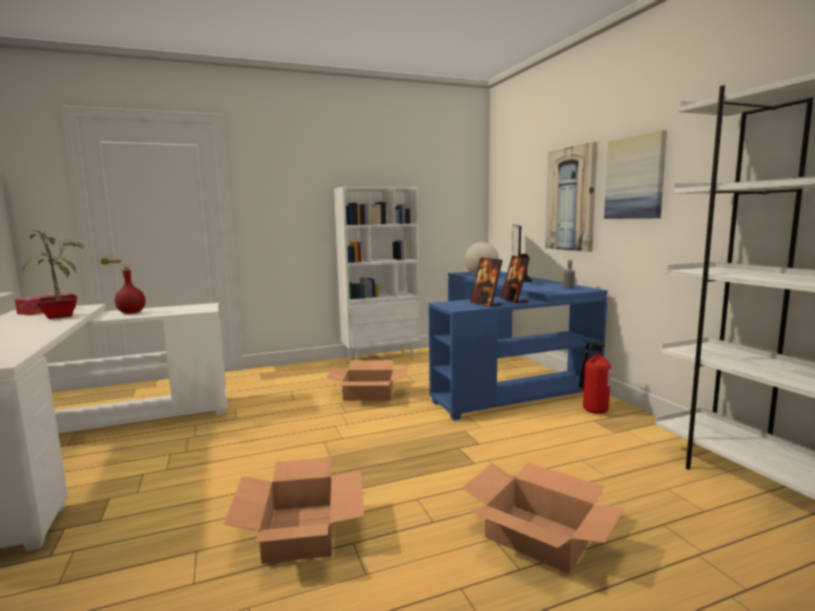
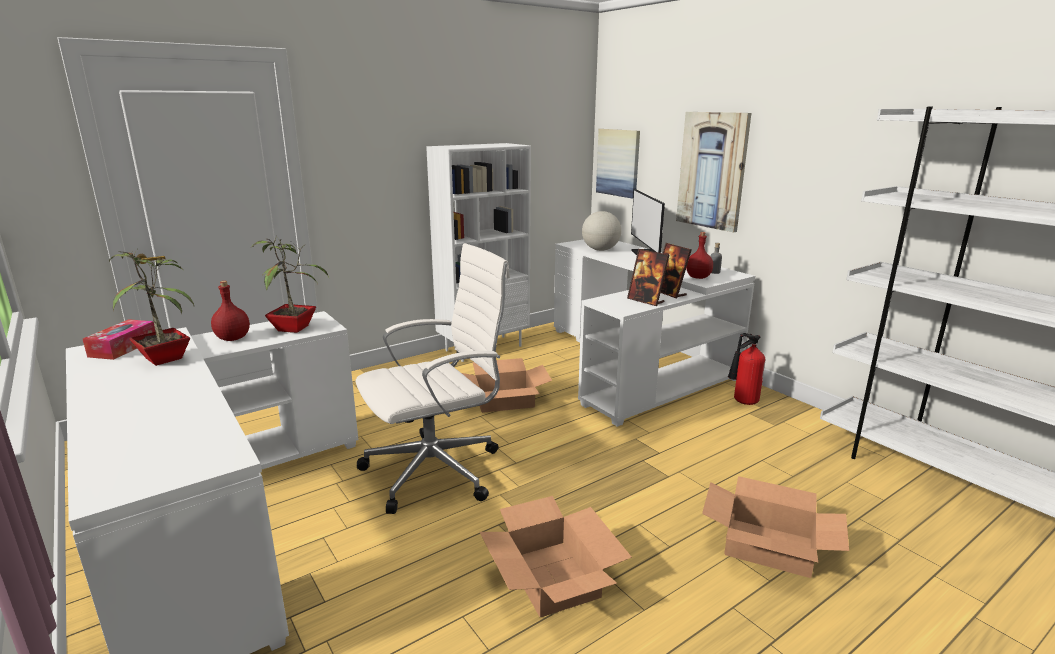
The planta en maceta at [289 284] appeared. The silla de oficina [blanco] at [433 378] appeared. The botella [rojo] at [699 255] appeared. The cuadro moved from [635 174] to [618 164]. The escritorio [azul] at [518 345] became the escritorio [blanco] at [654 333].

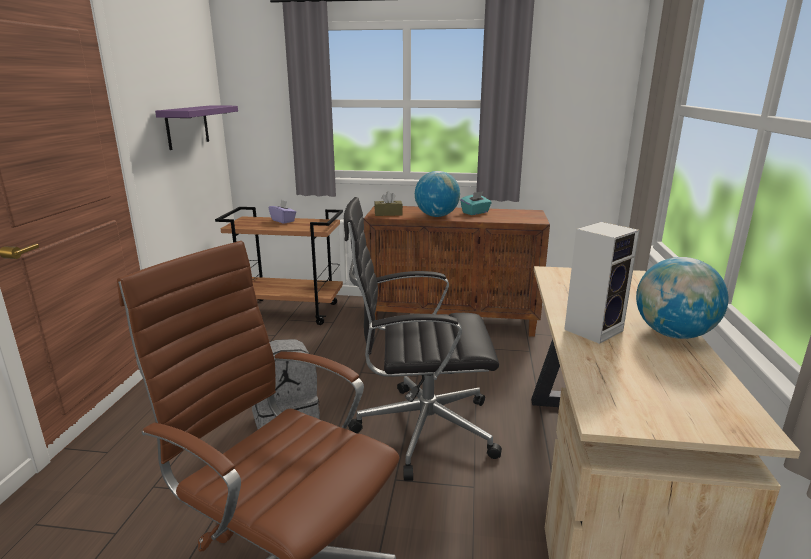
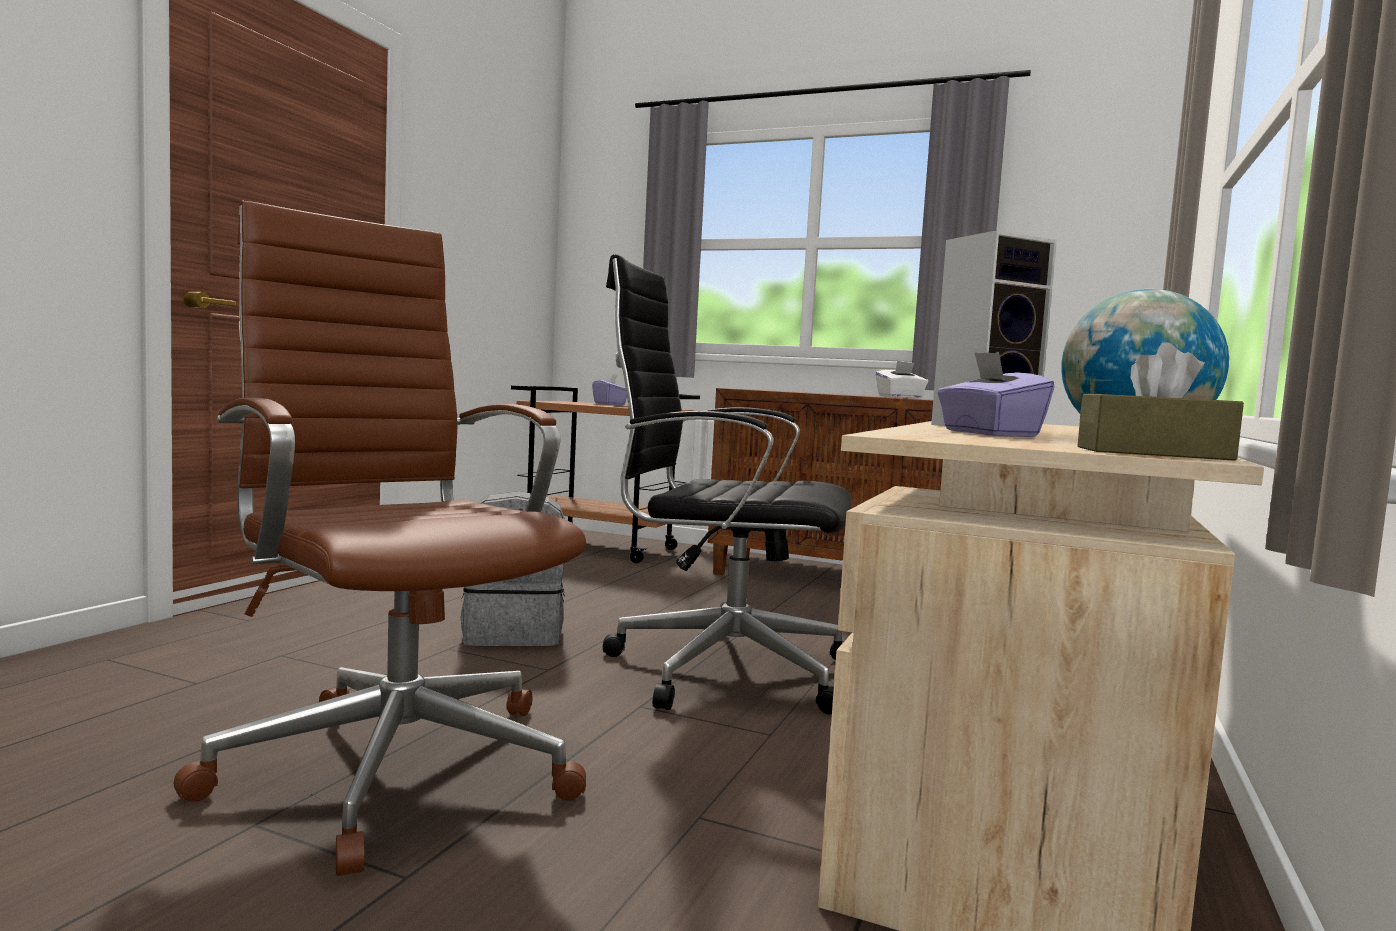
The estante [morado] at [196 127] disappeared. The globo terráqueo at [437 194] disappeared. The caja de pañuelos [morado] at [996 394] appeared. The caja de pañuelos [marrón] moved from [388 203] to [1160 401]. The caja de pañuelos [turquesa] at [476 203] became the caja de pañuelos [blanco] at [902 380].

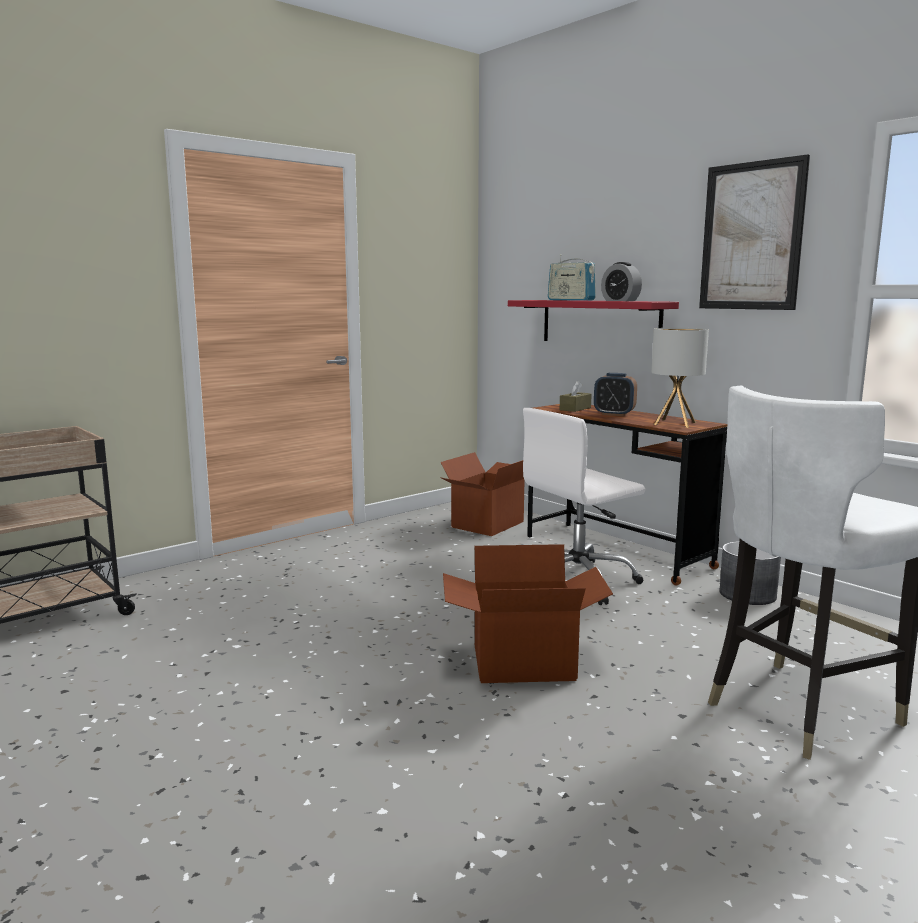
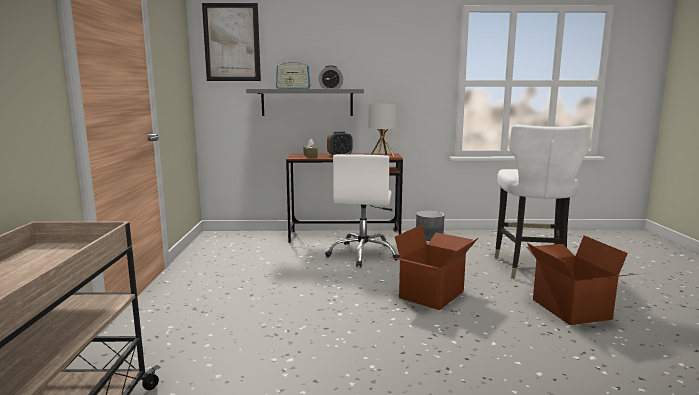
The caja de cartón moved from [482 494] to [580 280]. The cuadro moved from [754 232] to [231 42]. The estante [rojo] at [593 320] became the estante [gris] at [305 102].

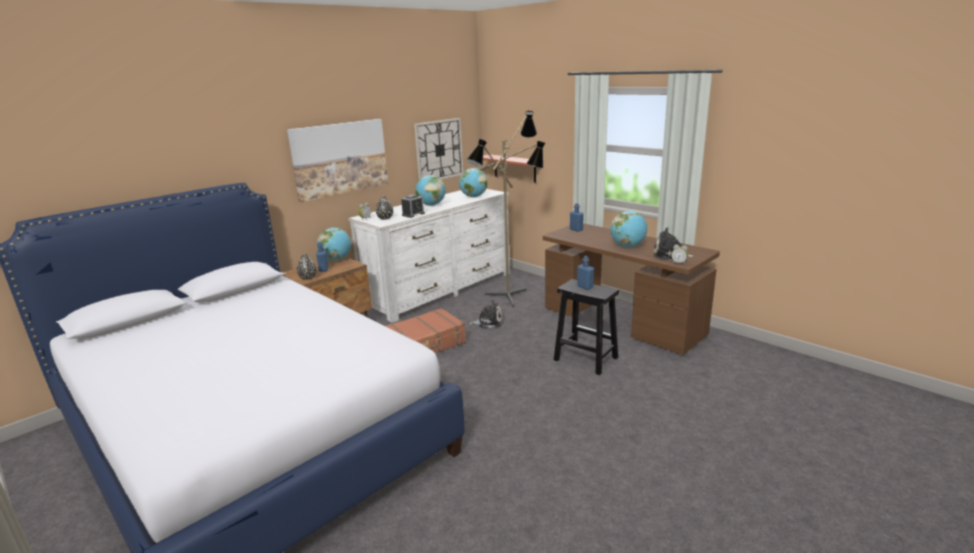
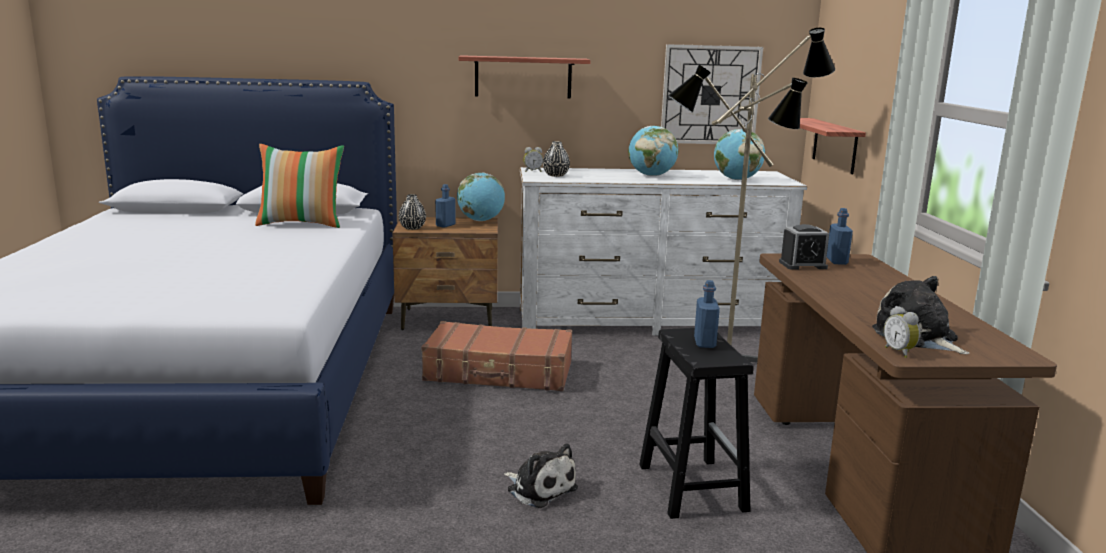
The globo terráqueo at [629 229] disappeared. The cojín at [299 186] appeared. The despertador moved from [413 206] to [804 246]. The peluche moved from [485 314] to [541 476]. The cuadro at [337 160] was replaced by the estante at [525 76].

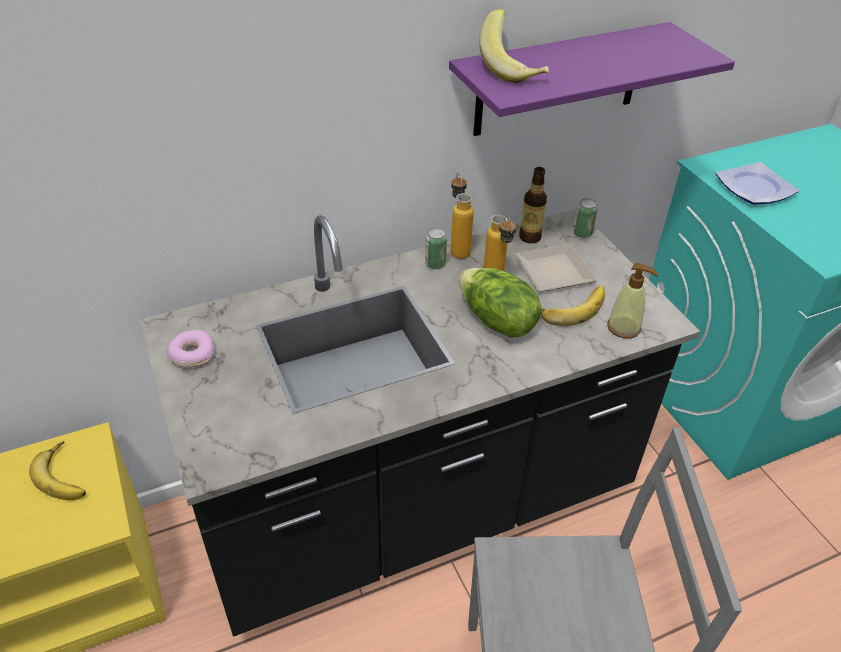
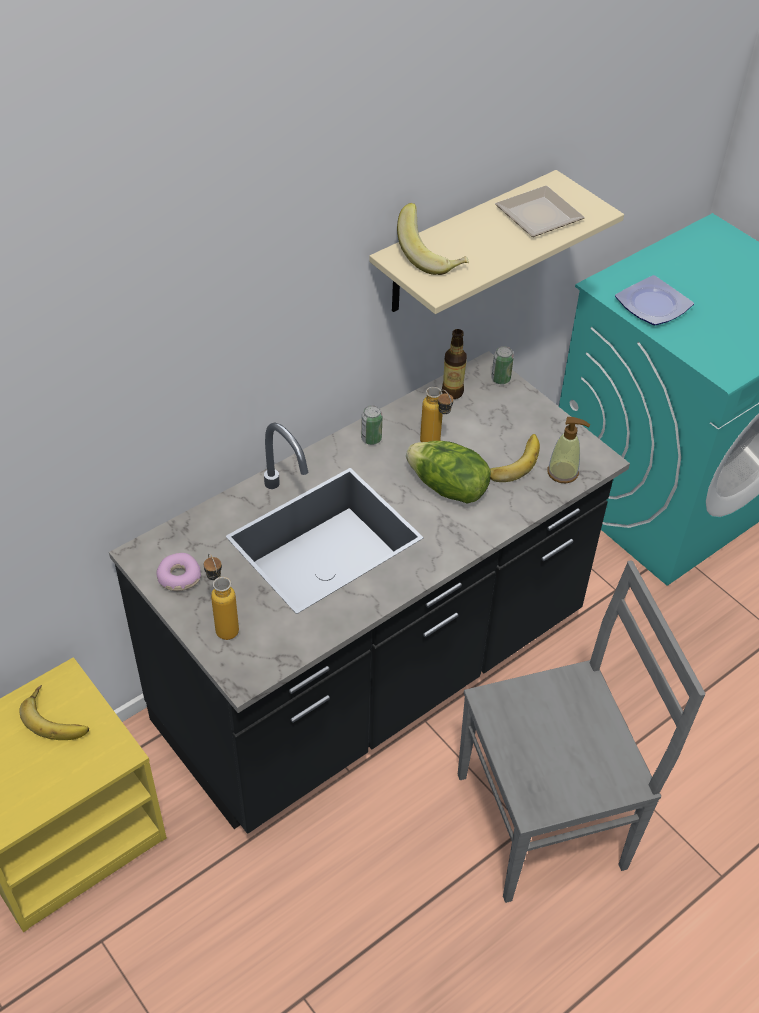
The botella moved from [462 215] to [221 597]. The plato moved from [556 268] to [540 211]. The estante [morado] at [592 79] became the estante [beis] at [496 242].

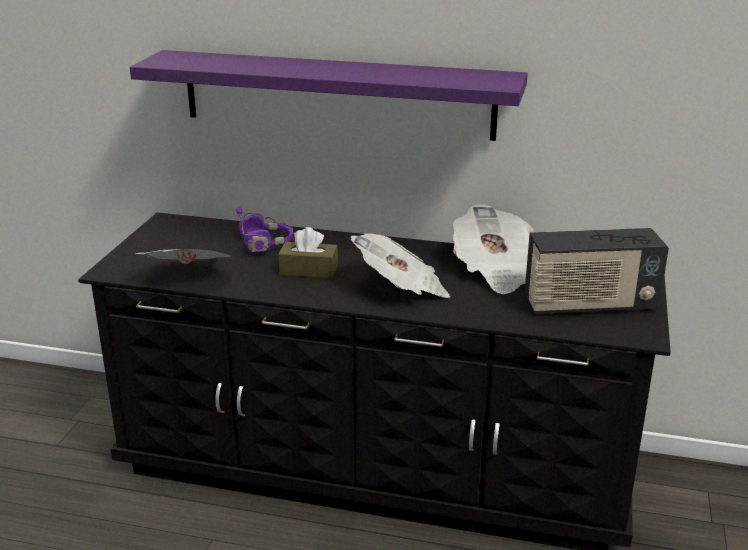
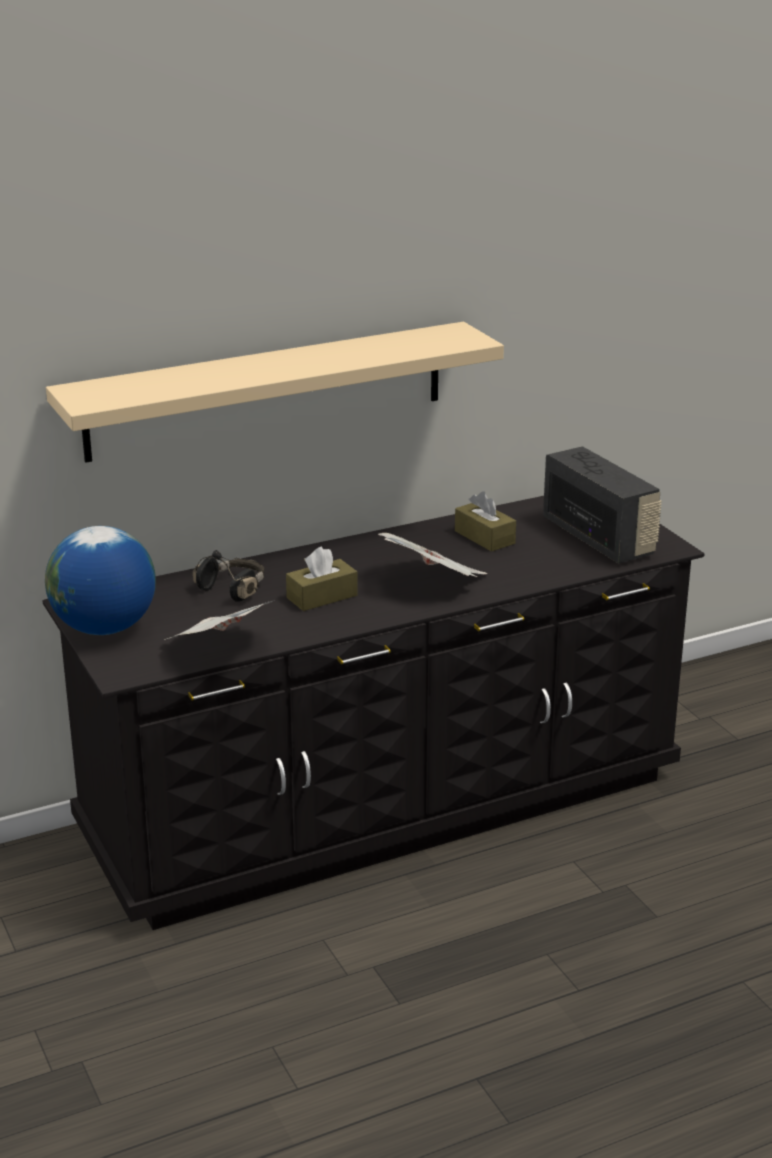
The globo terráqueo at [100 580] appeared. The periódico at [493 249] was replaced by the caja de pañuelos [marrón] at [485 521]. The estante [morado] at [329 95] became the estante [beis] at [275 392]. The auriculares [morado] at [264 230] became the auriculares [negro] at [228 576]. The radio at [597 271] turned 75 degrees counterclockwise.

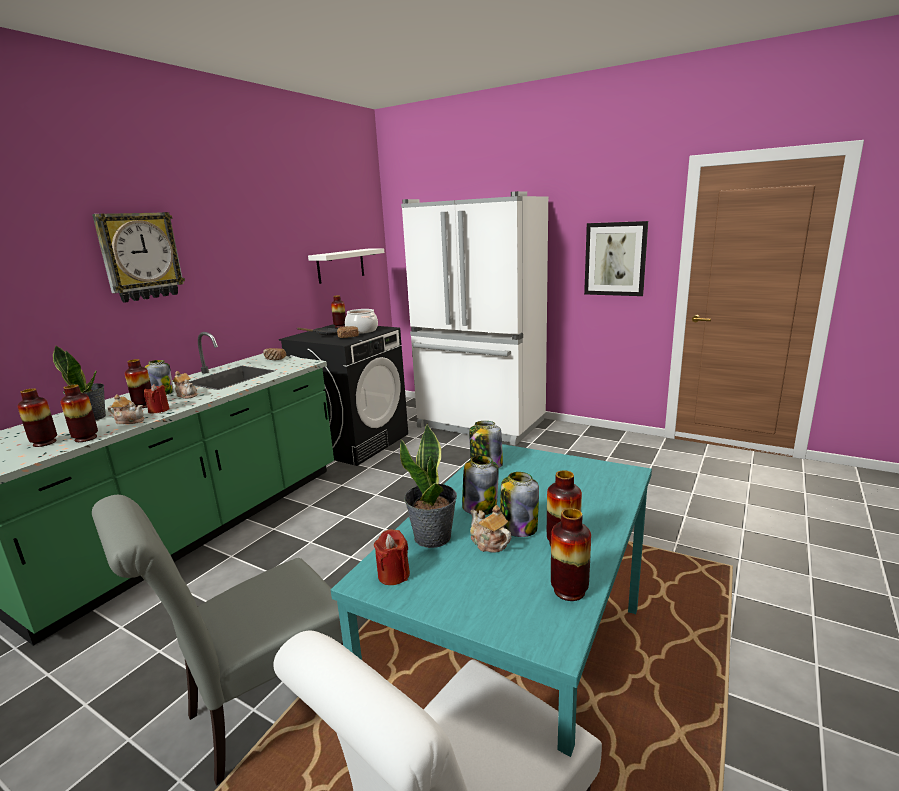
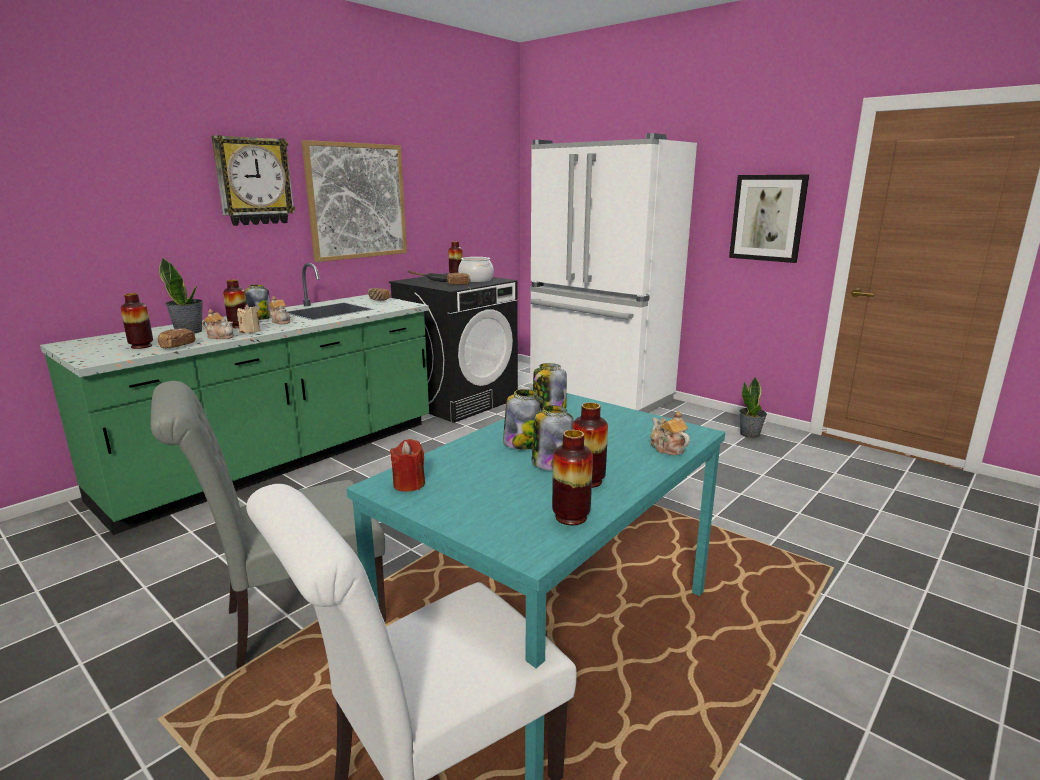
The estante [blanco] at [346 266] disappeared. The cuadro at [354 201] appeared. The planta en maceta moved from [428 485] to [753 407]. The tetera moved from [490 529] to [670 433]. The florero at [79 413] was replaced by the pan at [176 338]. The vela [rojo] at [157 398] became the vela [beis] at [248 318].

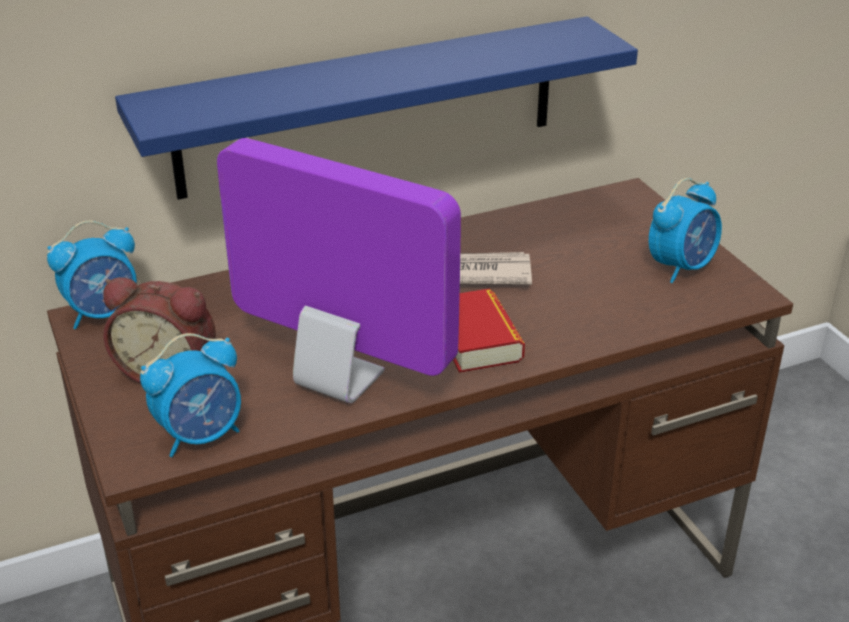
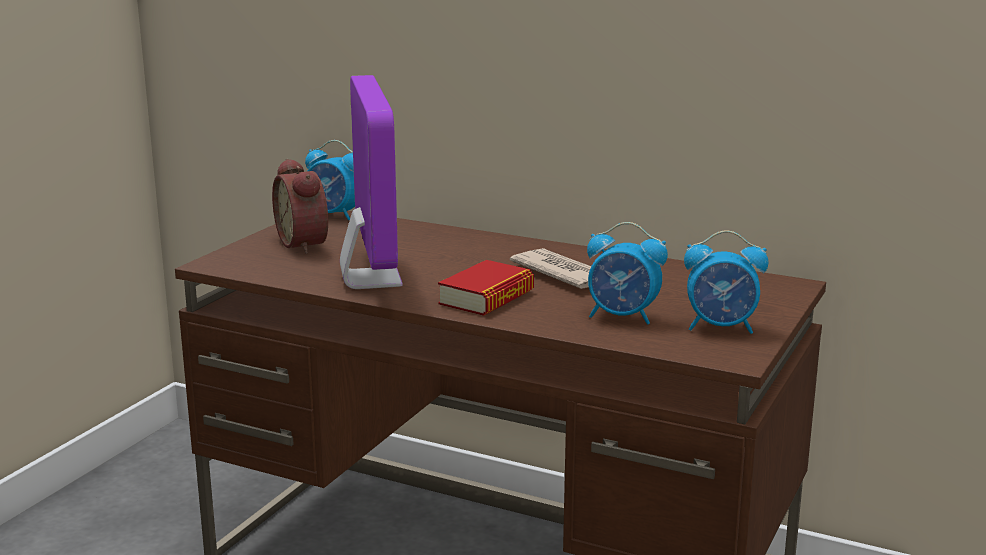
The estante [azul] at [376 108] disappeared. The despertador moved from [190 395] to [627 273].

